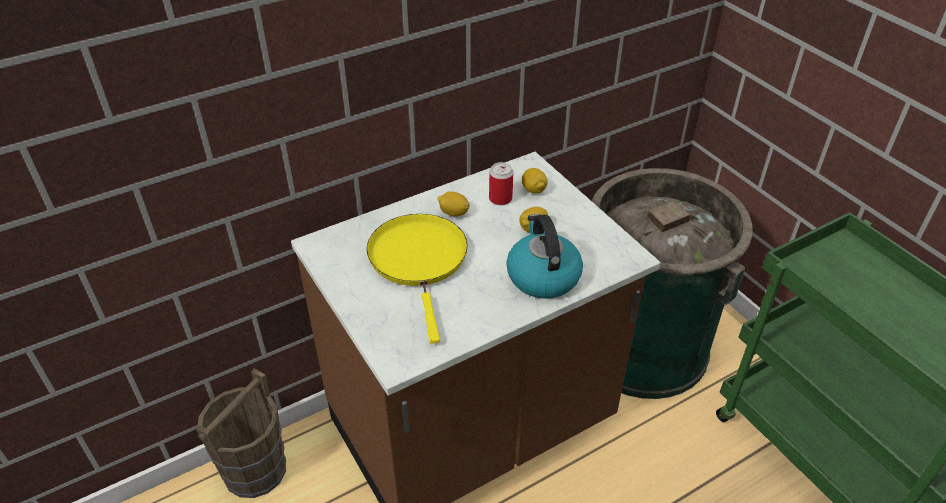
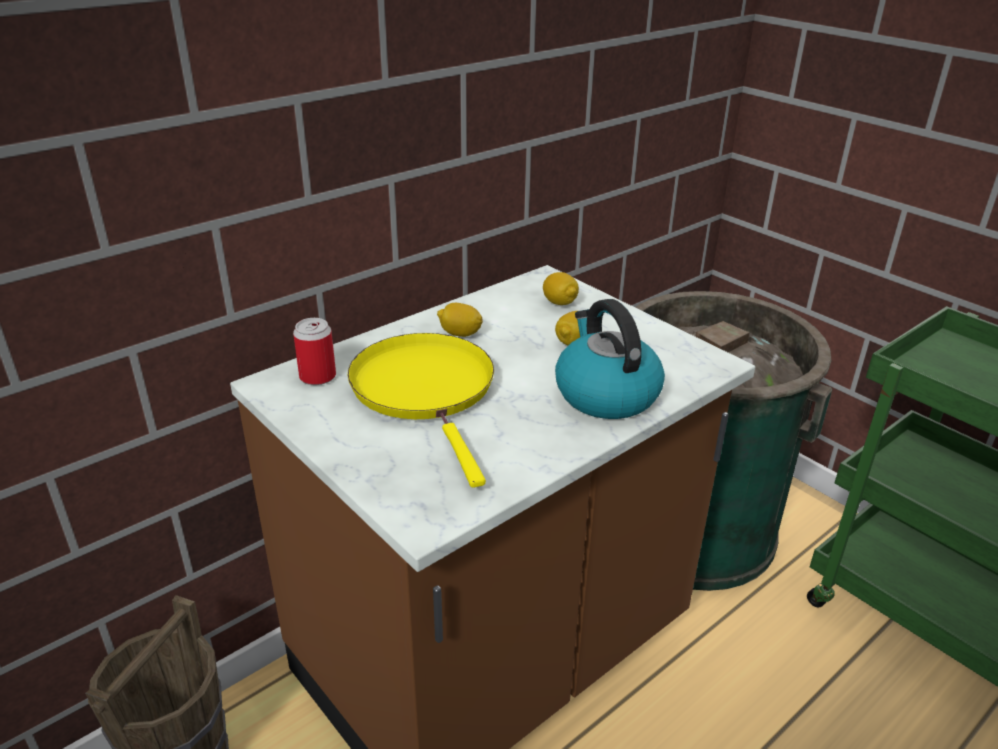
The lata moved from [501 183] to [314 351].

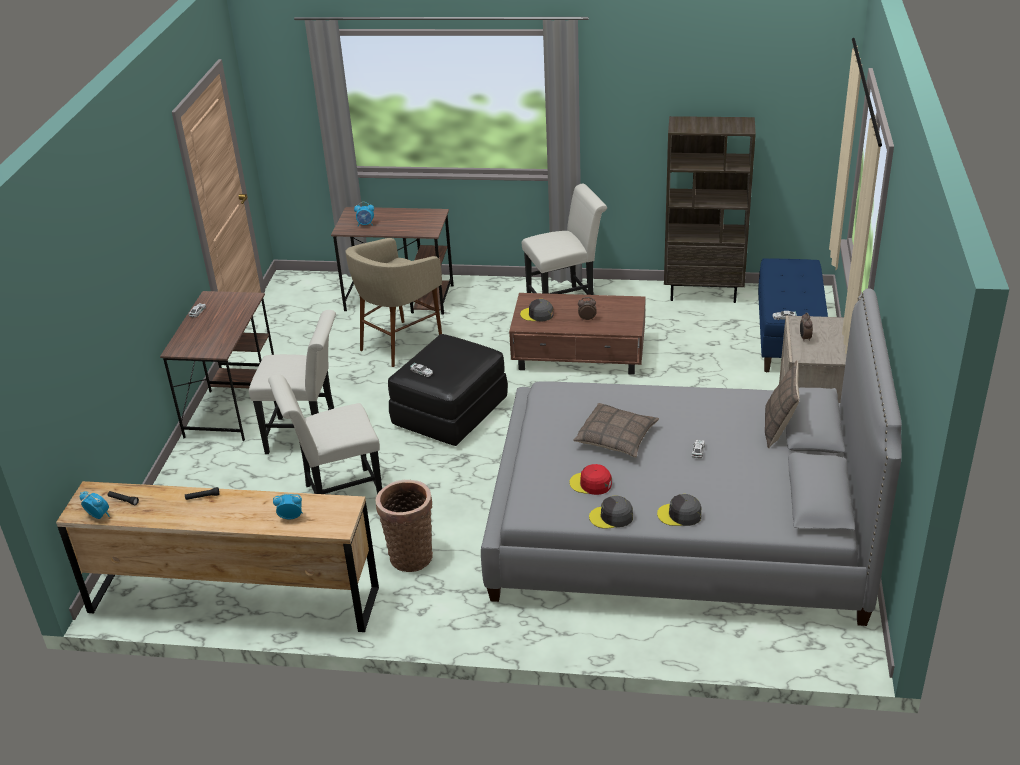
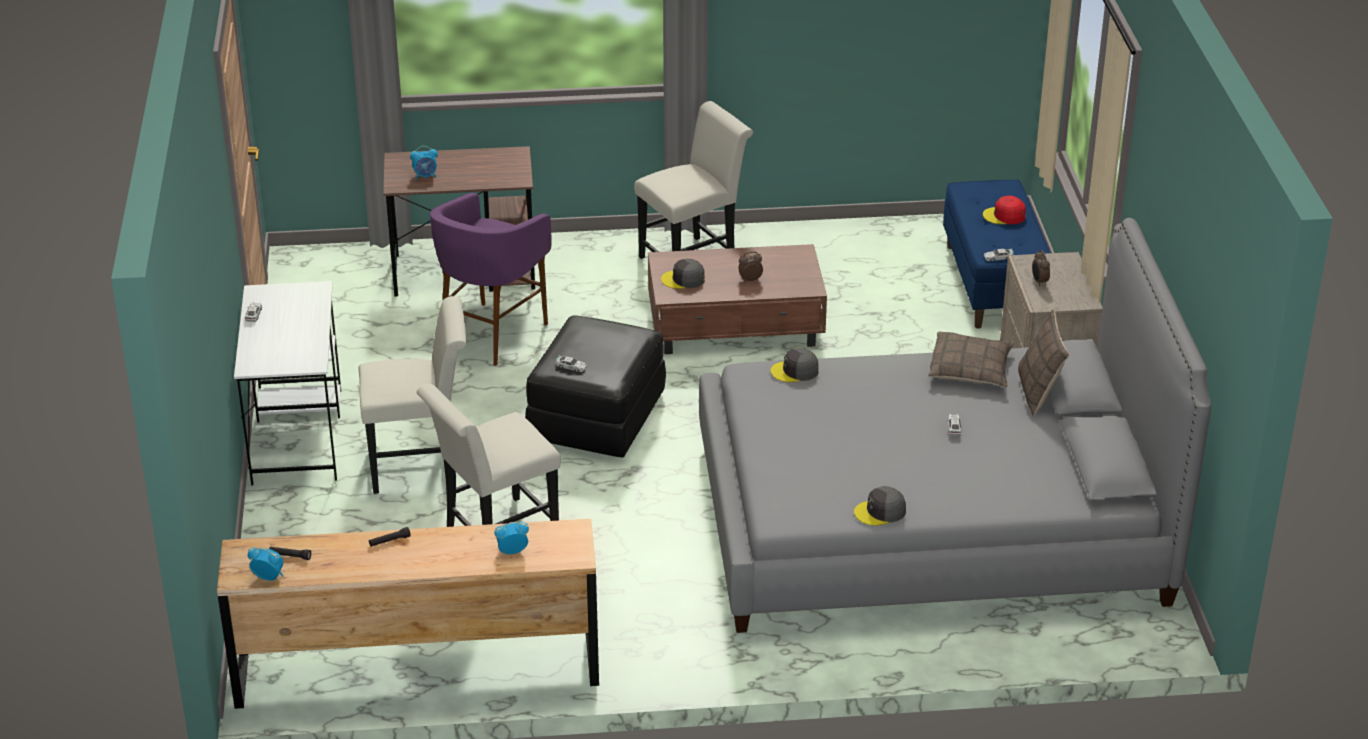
The cesta at [404 526] disappeared. The estantería [marrón] at [710 209] disappeared. The gorra [rojo] moved from [590 479] to [1004 210]. The cojín moved from [616 430] to [971 359]. The gorra [gris] moved from [679 510] to [795 365]. The escritorio [marrón] at [217 366] became the escritorio [blanco] at [287 383]. The taburete [beis] at [394 302] became the taburete [morado] at [490 279].

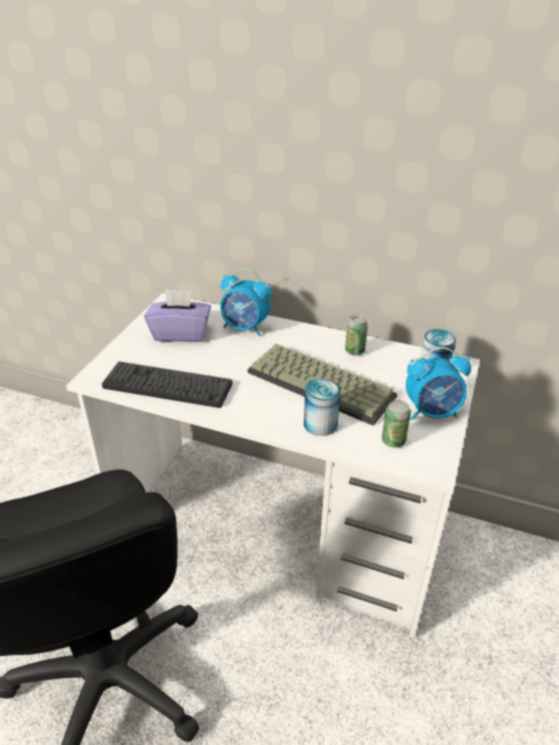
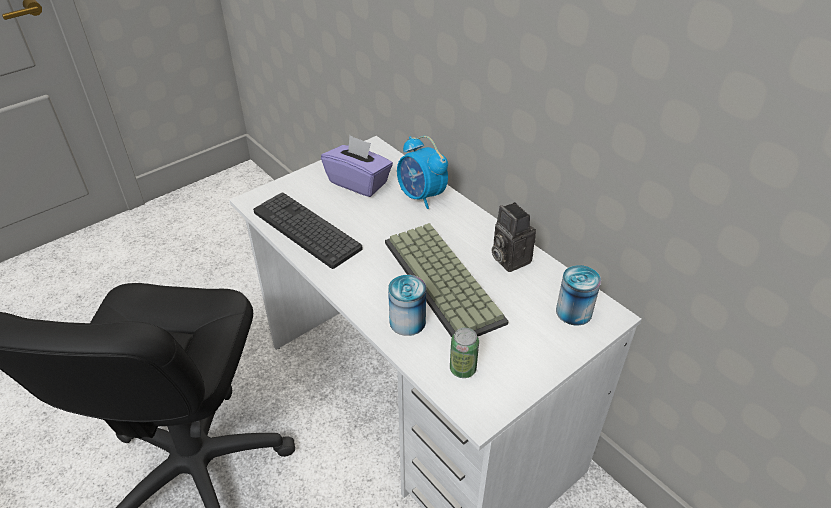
The despertador at [438 383] disappeared. The lata at [356 335] was replaced by the cámara at [514 237].

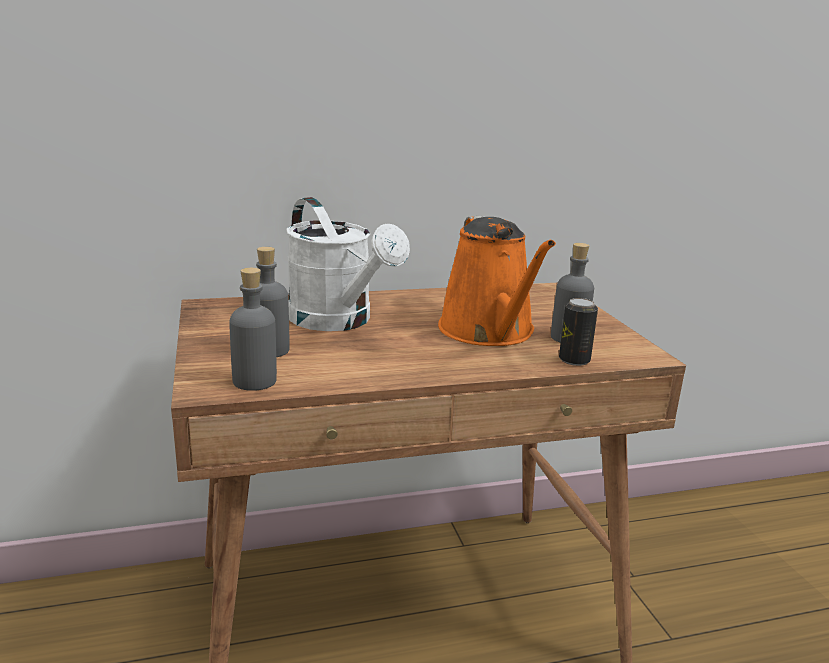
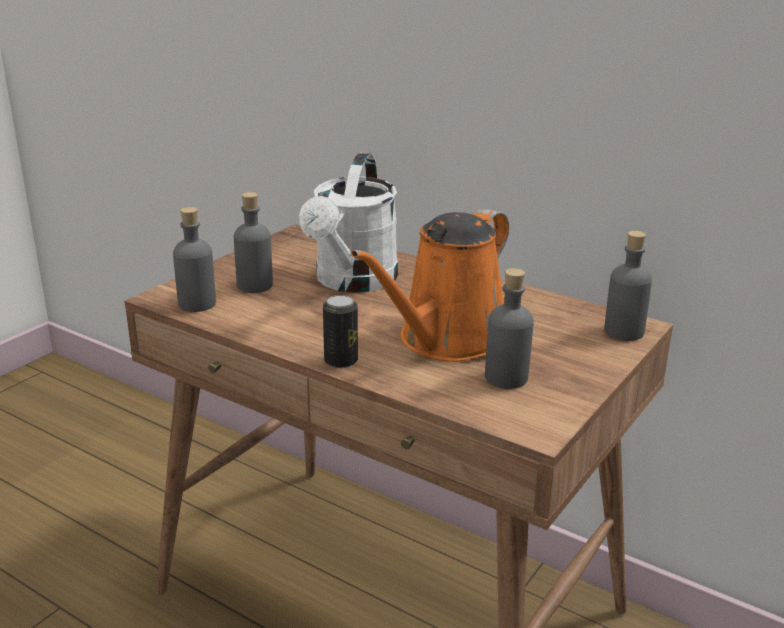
The botella [gris] at [628 286] appeared. The lata moved from [578 332] to [340 331].

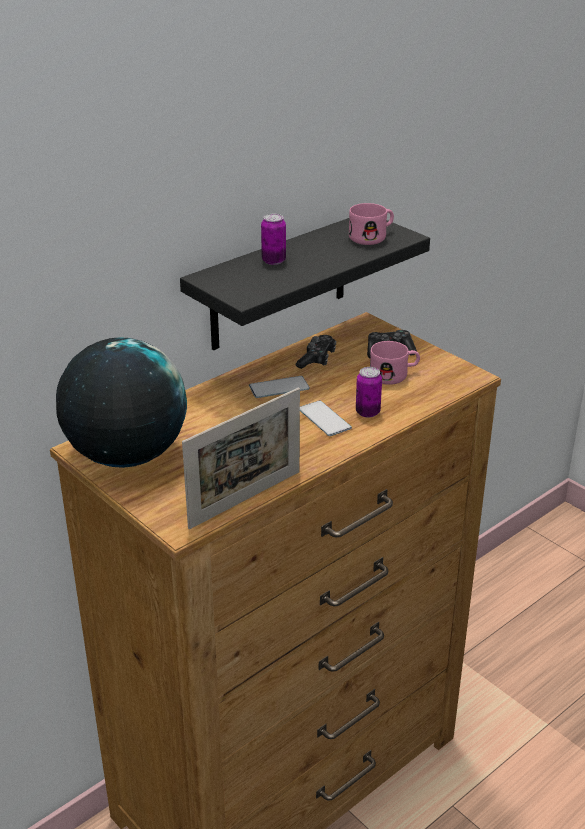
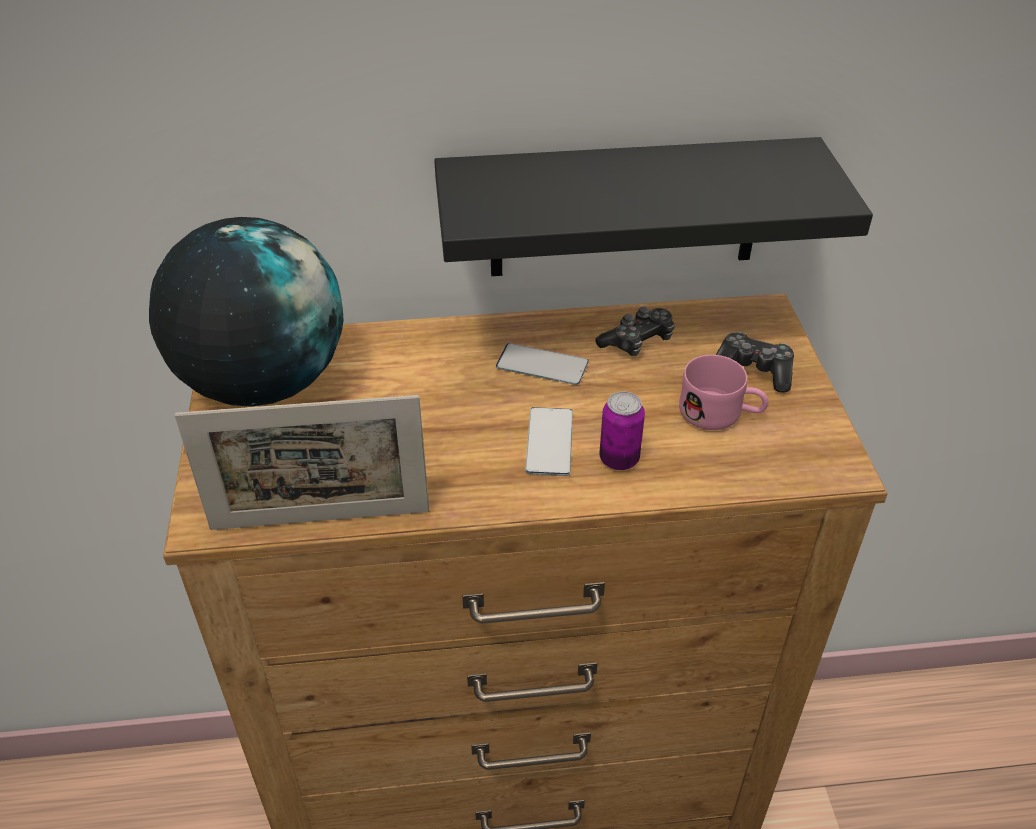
The lata at [273 239] disappeared. The taza grande [rosa] at [371 224] disappeared.

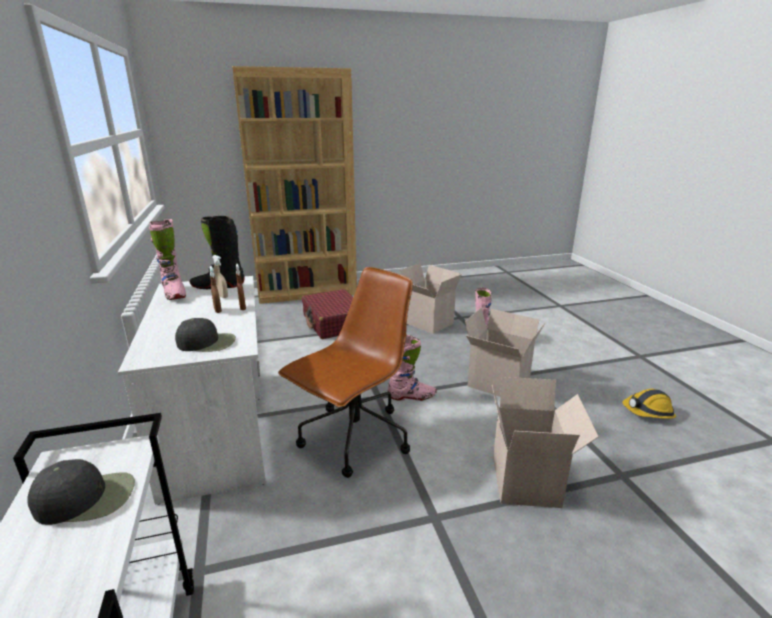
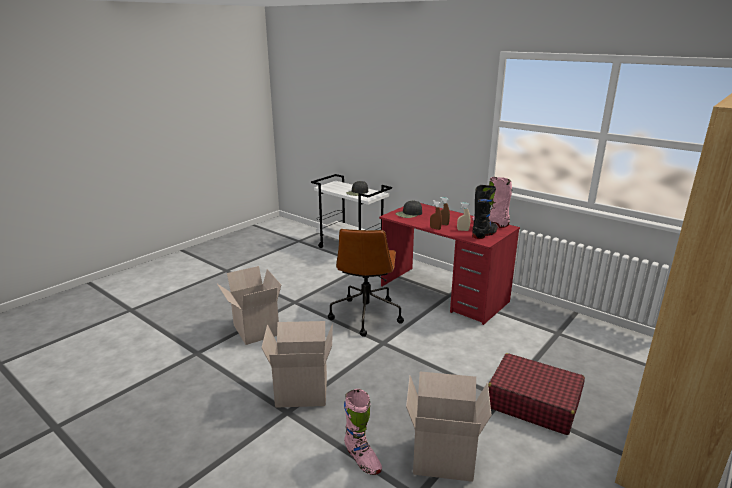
The bota [rosa] at [412 368] disappeared. The casco at [649 404] disappeared. The escritorio [blanco] at [192 390] became the escritorio [rojo] at [449 264].

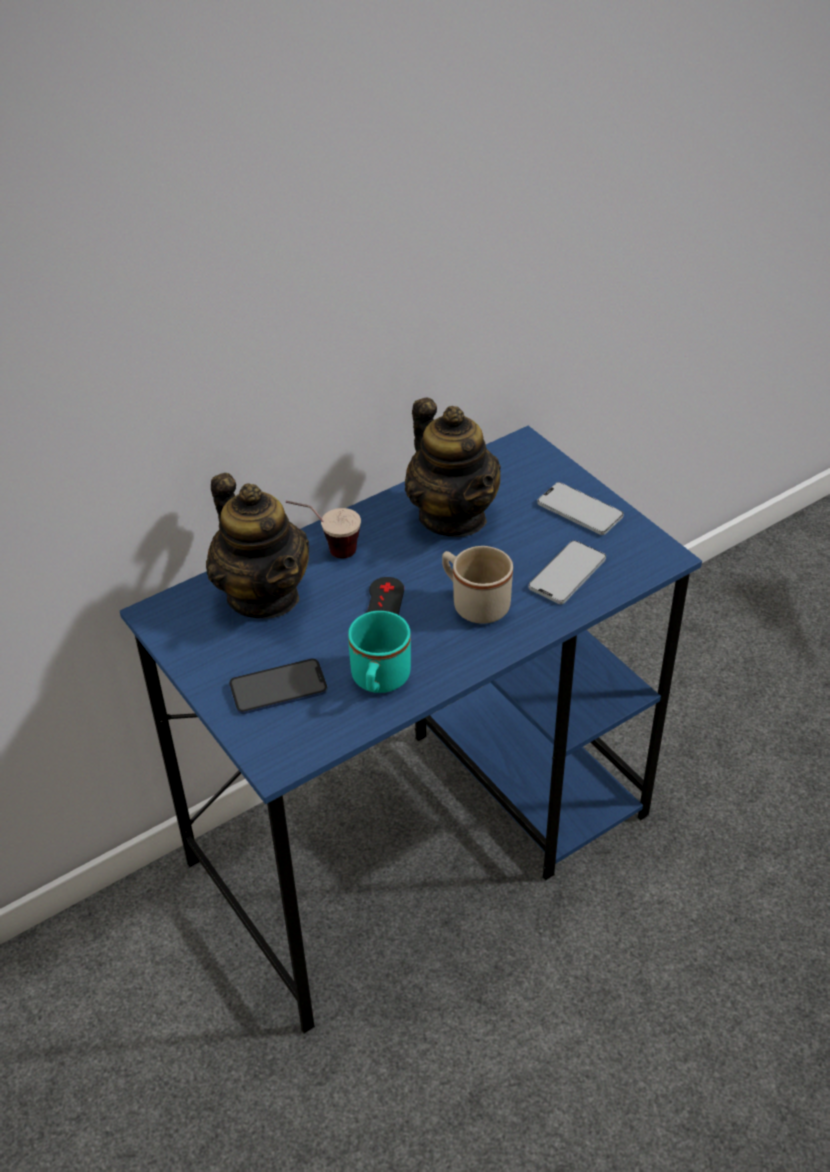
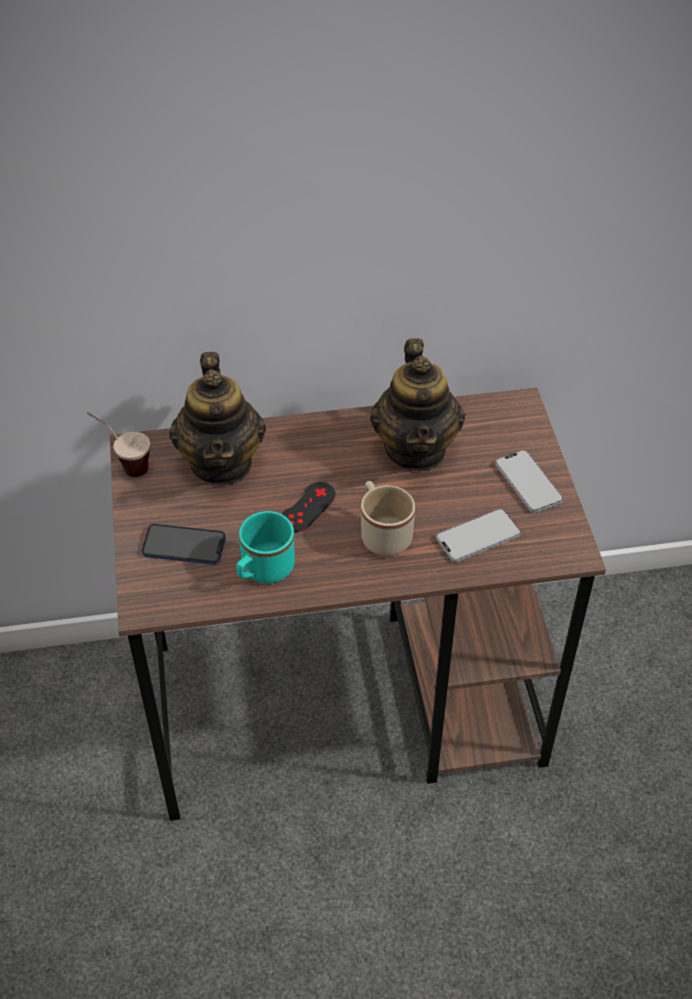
The taza moved from [323 530] to [118 444]. The escritorio [azul] at [411 729] became the escritorio [marrón] at [358 604].

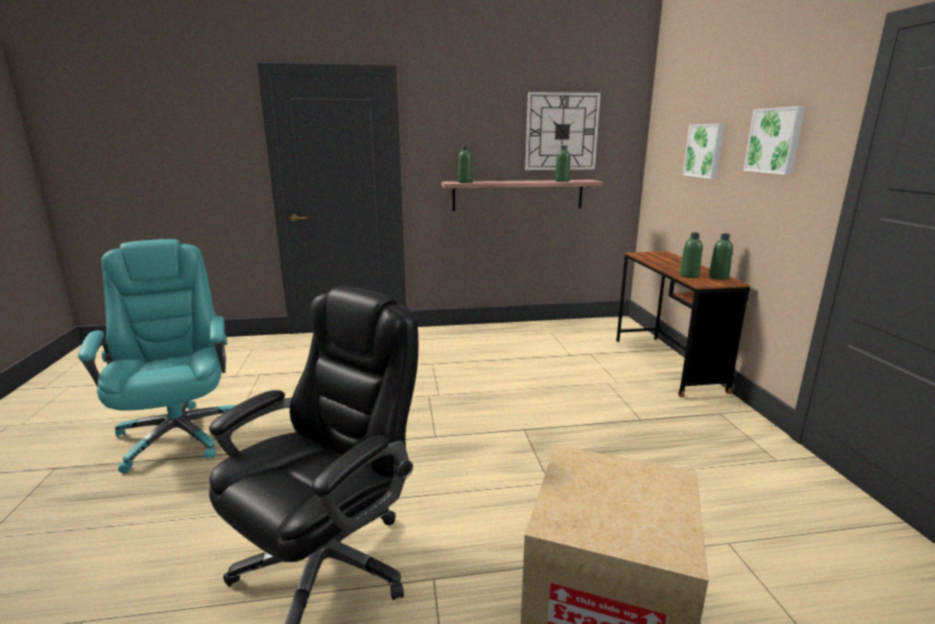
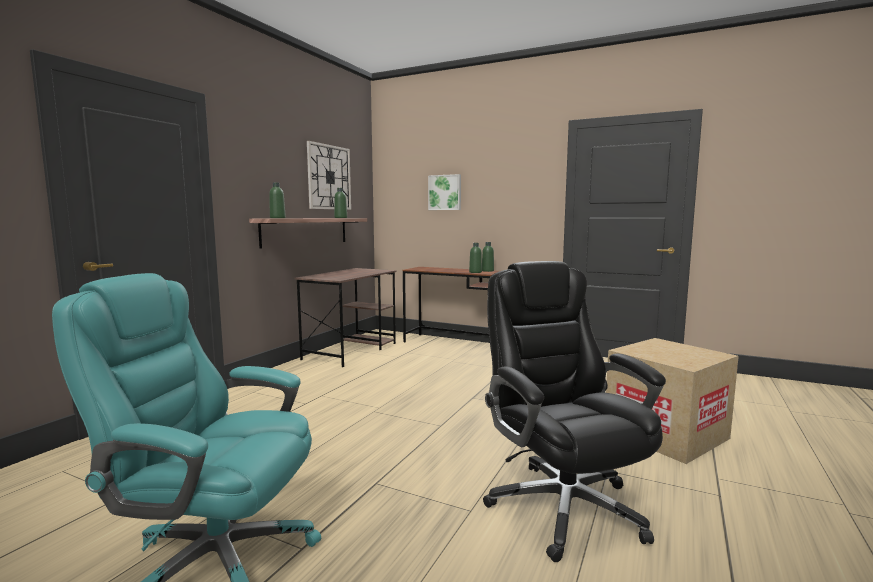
The cuadro at [774 140] disappeared. The escritorio [marrón] at [345 317] appeared.

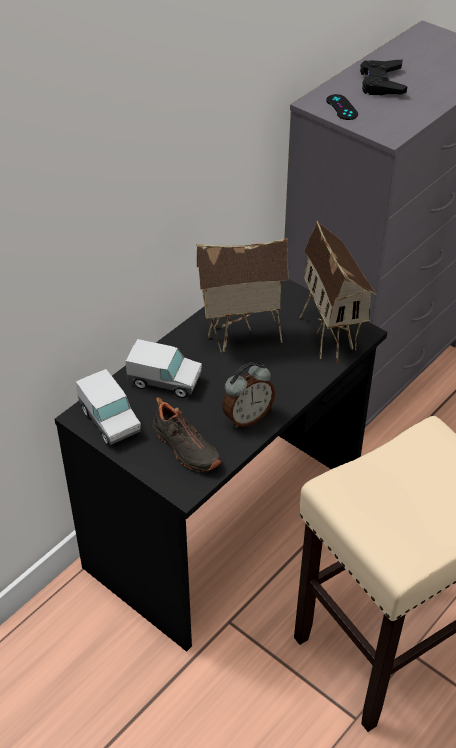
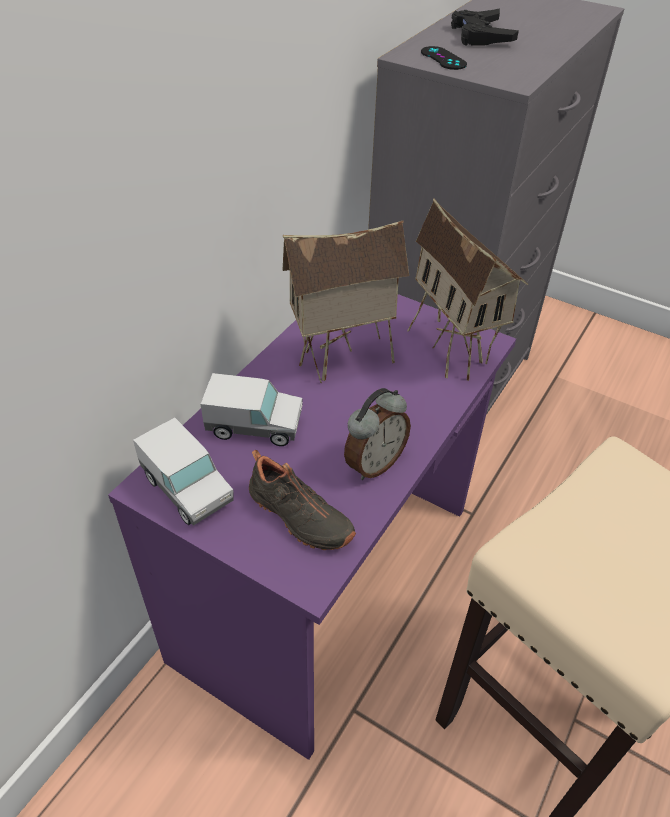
The escritorio [negro] at [221 465] became the escritorio [morado] at [312 527].

